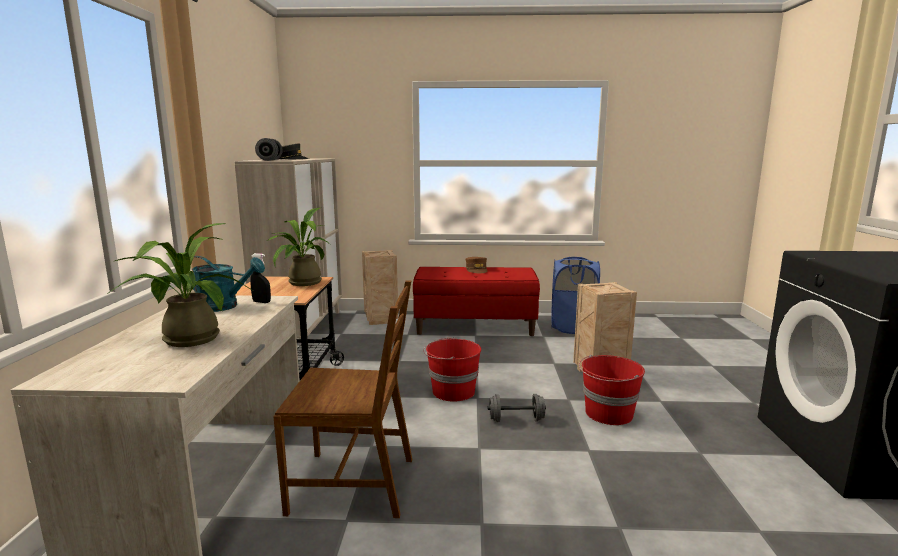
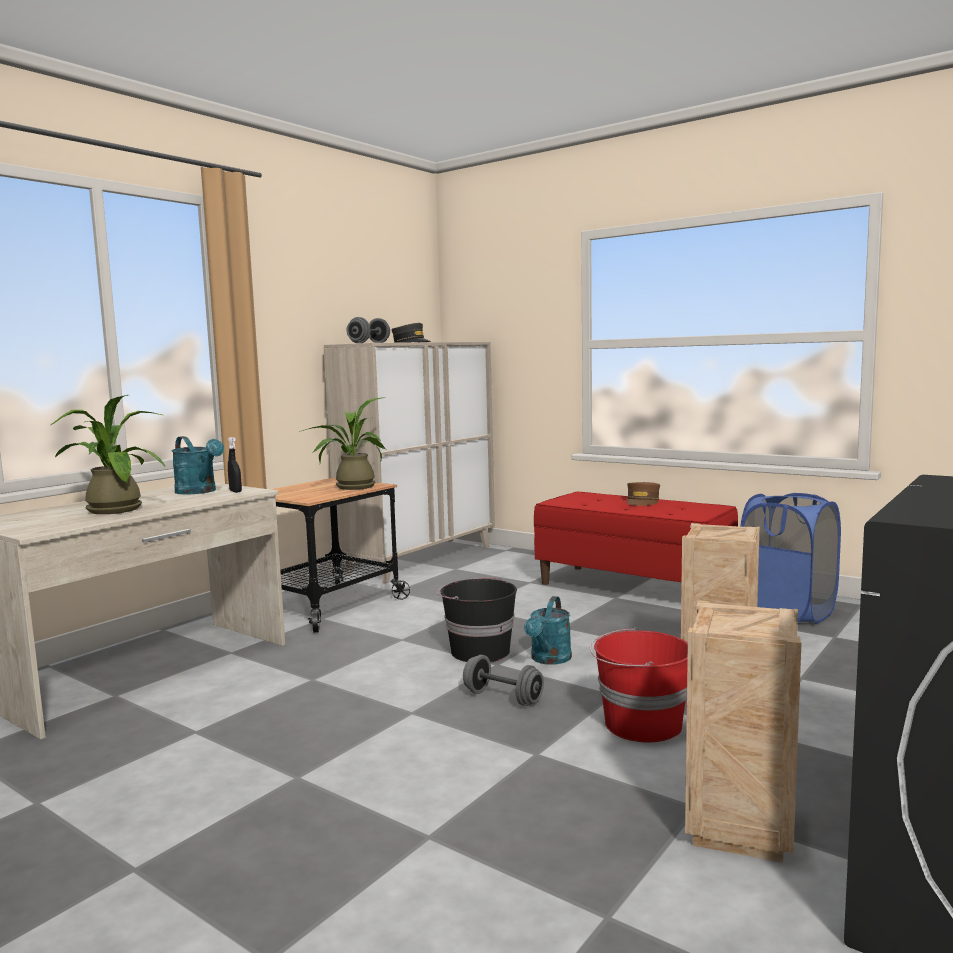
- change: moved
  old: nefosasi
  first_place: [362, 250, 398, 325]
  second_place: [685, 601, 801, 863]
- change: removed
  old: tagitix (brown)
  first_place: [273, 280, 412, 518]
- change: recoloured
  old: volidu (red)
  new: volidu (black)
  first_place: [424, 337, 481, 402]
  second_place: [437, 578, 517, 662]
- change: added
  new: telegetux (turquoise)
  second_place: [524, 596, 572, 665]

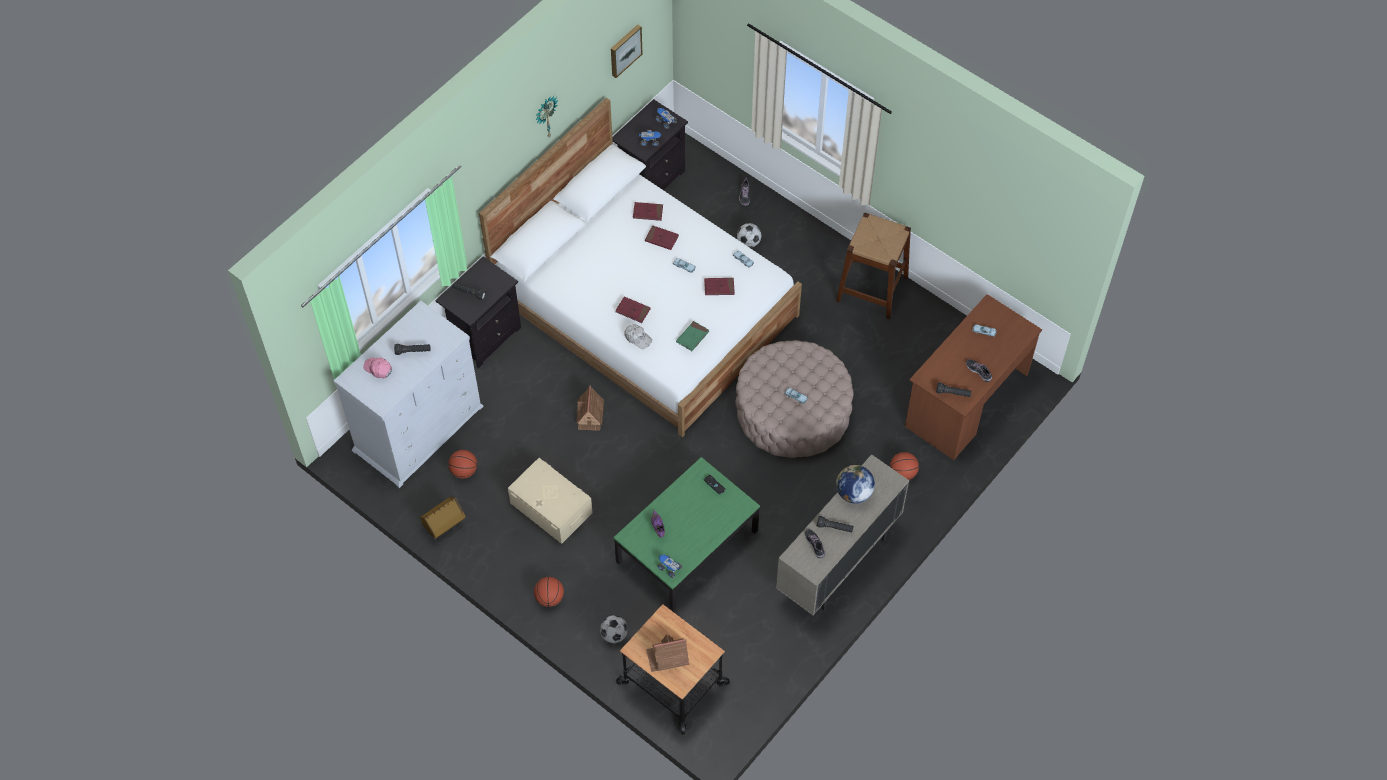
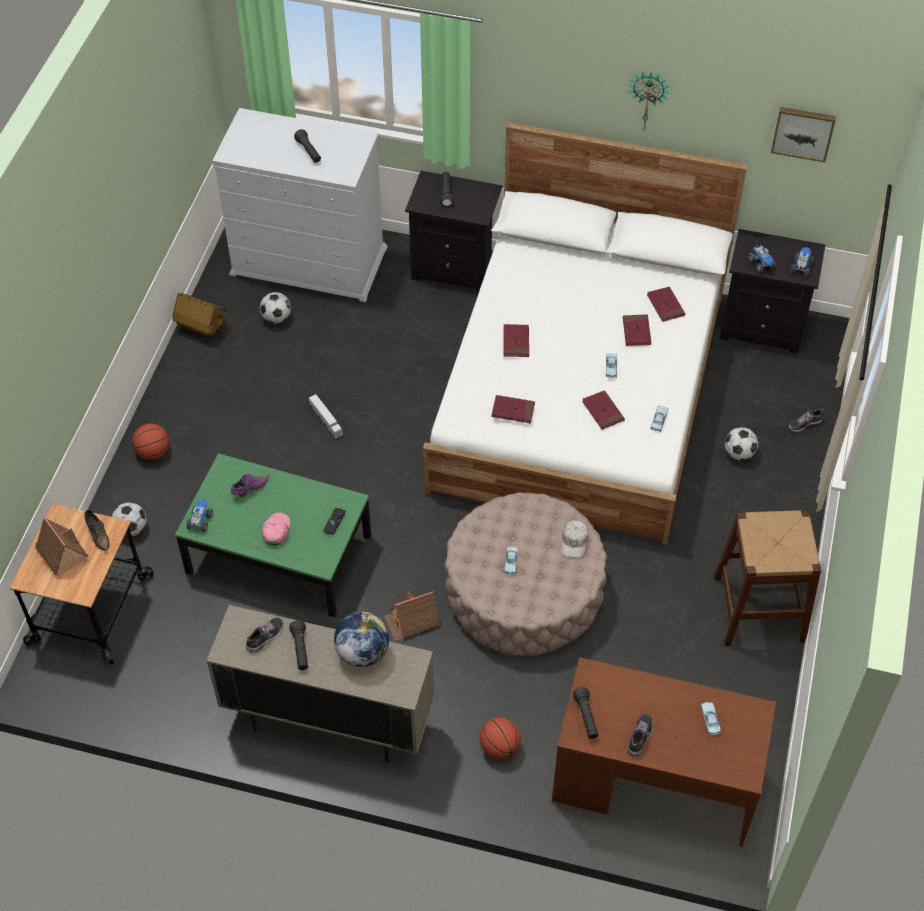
- change: recoloured
  old: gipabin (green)
  new: gipabin (red)
  first_place: [676, 321, 709, 351]
  second_place: [491, 395, 535, 423]
- change: moved
  old: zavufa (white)
  first_place: [624, 324, 652, 349]
  second_place: [561, 520, 589, 558]
- change: moved
  old: zavufa (pink)
  first_place: [363, 358, 392, 378]
  second_place: [262, 512, 290, 545]
- change: moved
  old: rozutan
  first_place: [576, 386, 604, 431]
  second_place: [384, 591, 440, 641]
- change: replaced
  old: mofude
  new: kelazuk
  first_place: [448, 450, 477, 478]
  second_place: [260, 292, 291, 324]
- change: removed
  old: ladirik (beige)
  first_place: [508, 458, 593, 544]
- change: added
  new: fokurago
  second_place: [309, 394, 343, 439]
- change: added
  new: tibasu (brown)
  second_place: [84, 509, 110, 551]

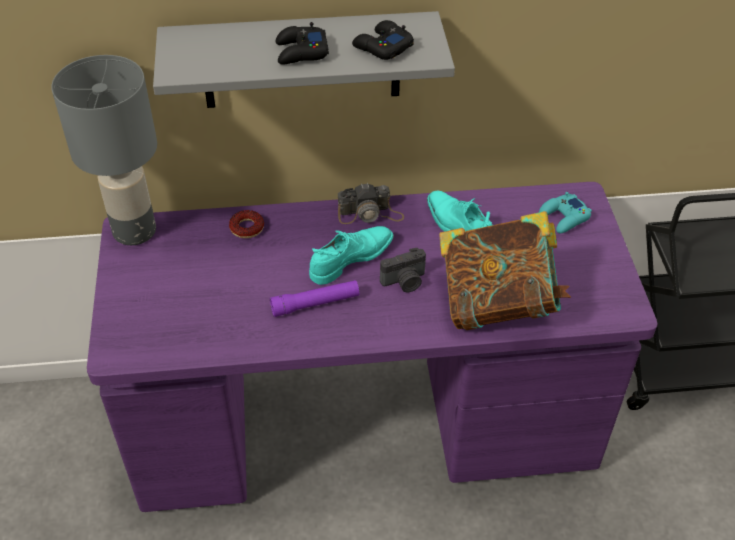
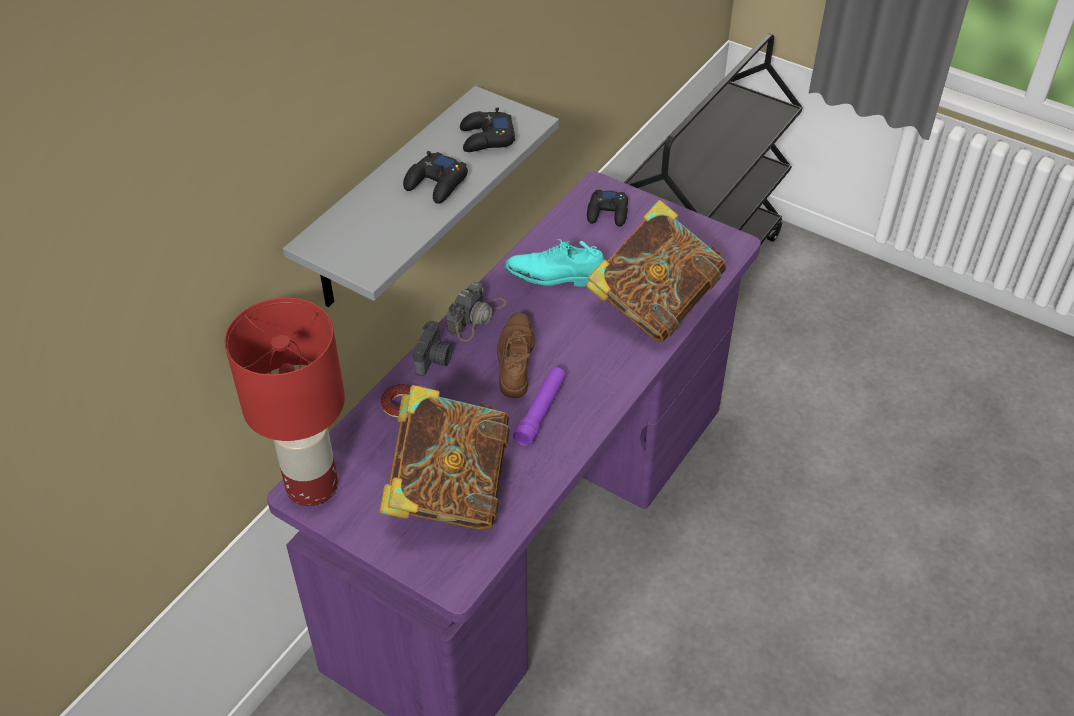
- change: recoloured
  old: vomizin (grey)
  new: vomizin (red)
  first_place: [51, 55, 157, 245]
  second_place: [225, 297, 345, 506]
- change: recoloured
  old: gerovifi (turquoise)
  new: gerovifi (black)
  first_place: [539, 192, 592, 233]
  second_place: [587, 189, 628, 227]
- change: recoloured
  old: tibasu (turquoise)
  new: tibasu (brown)
  first_place: [309, 226, 394, 285]
  second_place: [497, 312, 535, 398]
- change: moved
  old: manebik
  first_place: [380, 247, 426, 292]
  second_place: [413, 321, 452, 376]
- change: added
  new: gipabin
  second_place: [379, 385, 510, 530]

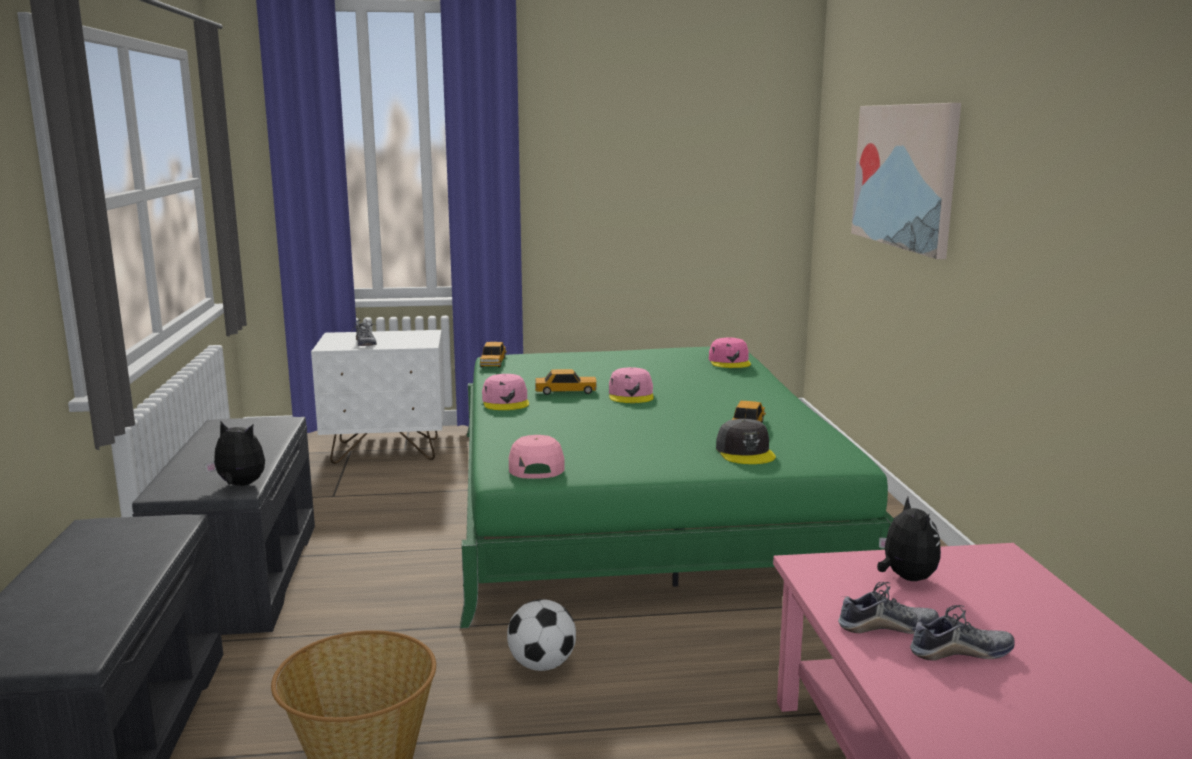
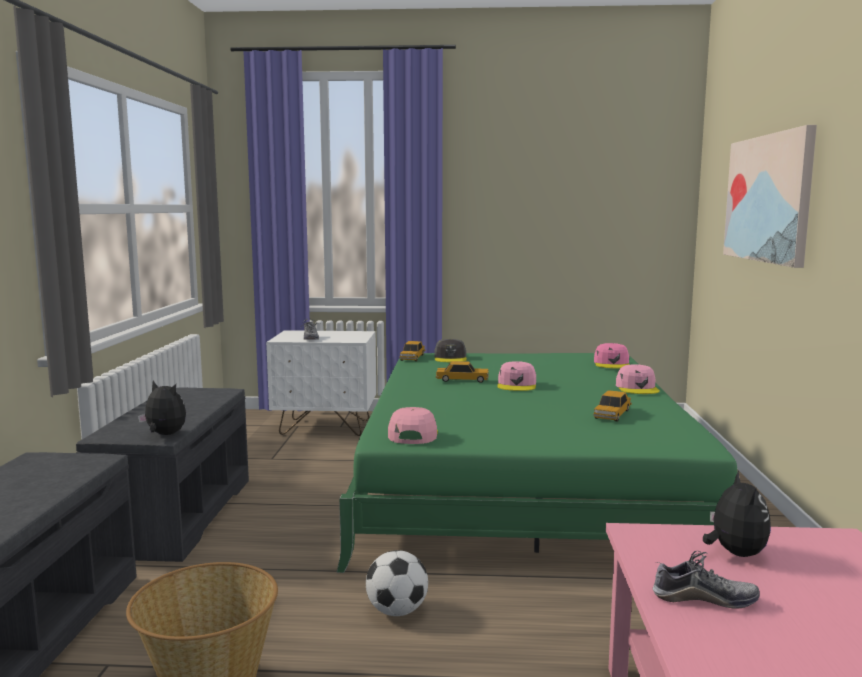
- change: moved
  old: zavufa (pink)
  first_place: [482, 374, 529, 410]
  second_place: [616, 364, 660, 394]
- change: moved
  old: zavufa (grey)
  first_place: [716, 419, 776, 464]
  second_place: [435, 339, 467, 362]
- change: removed
  old: tibasu
  first_place: [910, 605, 1015, 661]

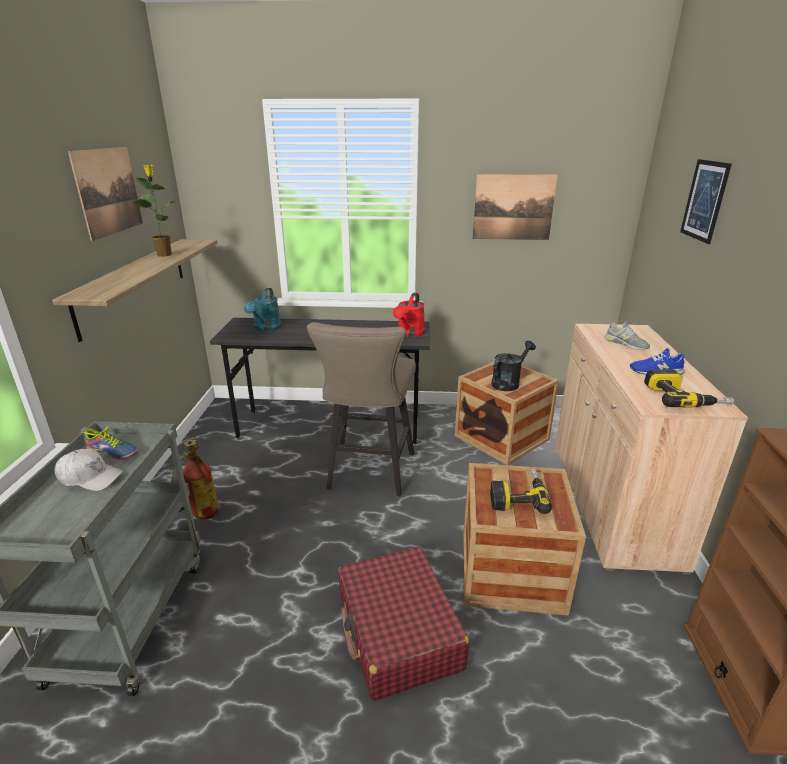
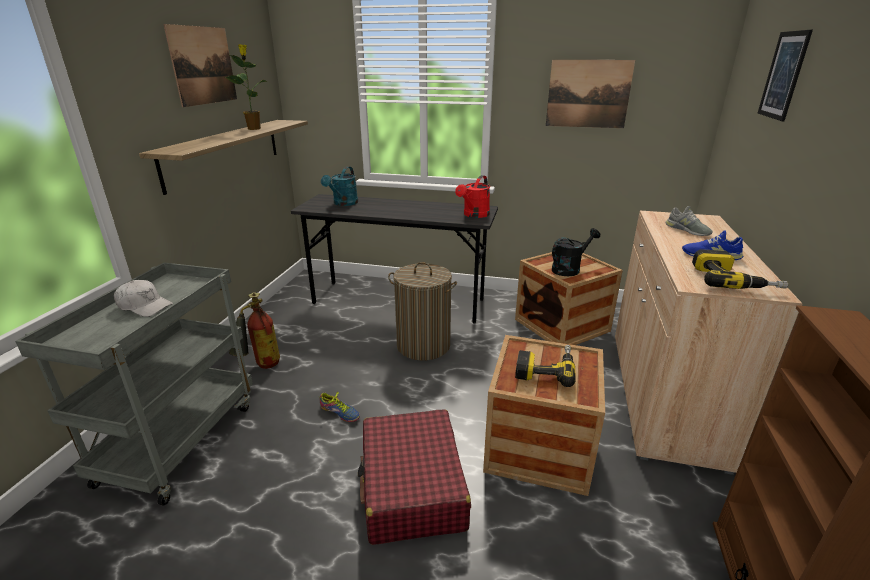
- change: replaced
  old: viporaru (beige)
  new: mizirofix
  first_place: [307, 322, 416, 496]
  second_place: [388, 262, 457, 361]
- change: moved
  old: tibasu
  first_place: [80, 425, 138, 459]
  second_place: [320, 392, 360, 422]

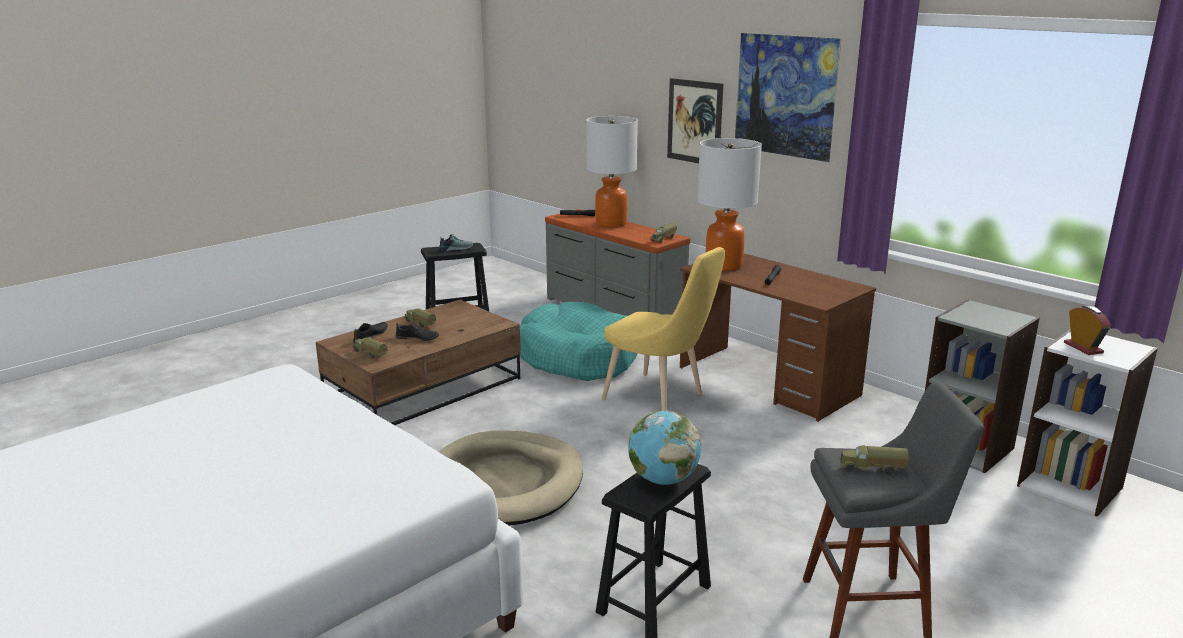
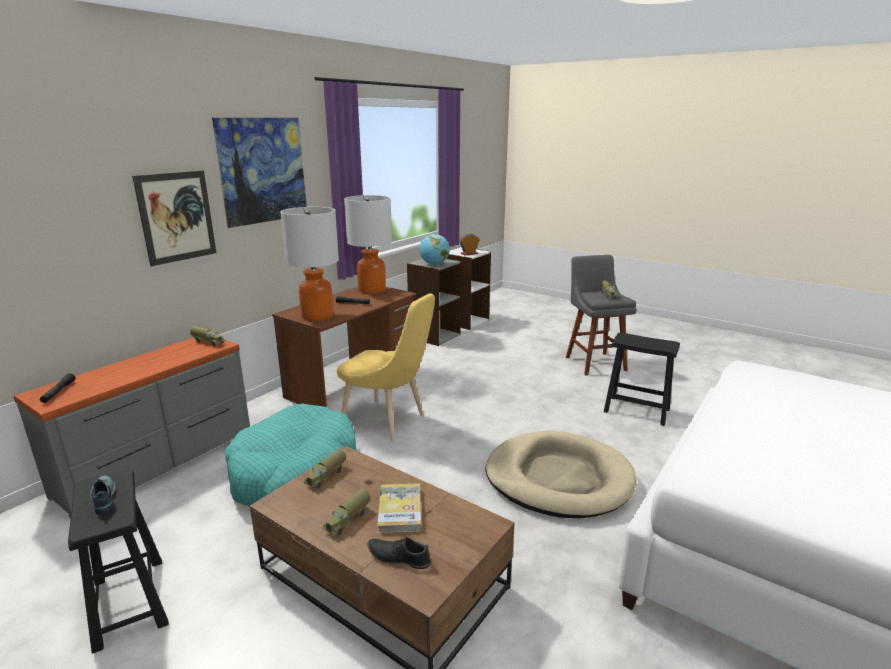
- change: moved
  old: vomizin
  first_place: [586, 116, 638, 228]
  second_place: [344, 195, 392, 294]
- change: turned
  old: tagitix (yellow)
  first_place: [602, 247, 725, 411]
  second_place: [337, 293, 435, 442]
  degrees: 90
- change: replaced
  old: tibasu (black)
  new: gipabin
  first_place: [396, 323, 439, 341]
  second_place: [377, 483, 421, 533]
- change: moved
  old: fokurago
  first_place: [352, 337, 388, 359]
  second_place: [304, 449, 346, 489]
- change: moved
  old: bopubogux
  first_place: [628, 411, 701, 485]
  second_place: [419, 234, 450, 265]

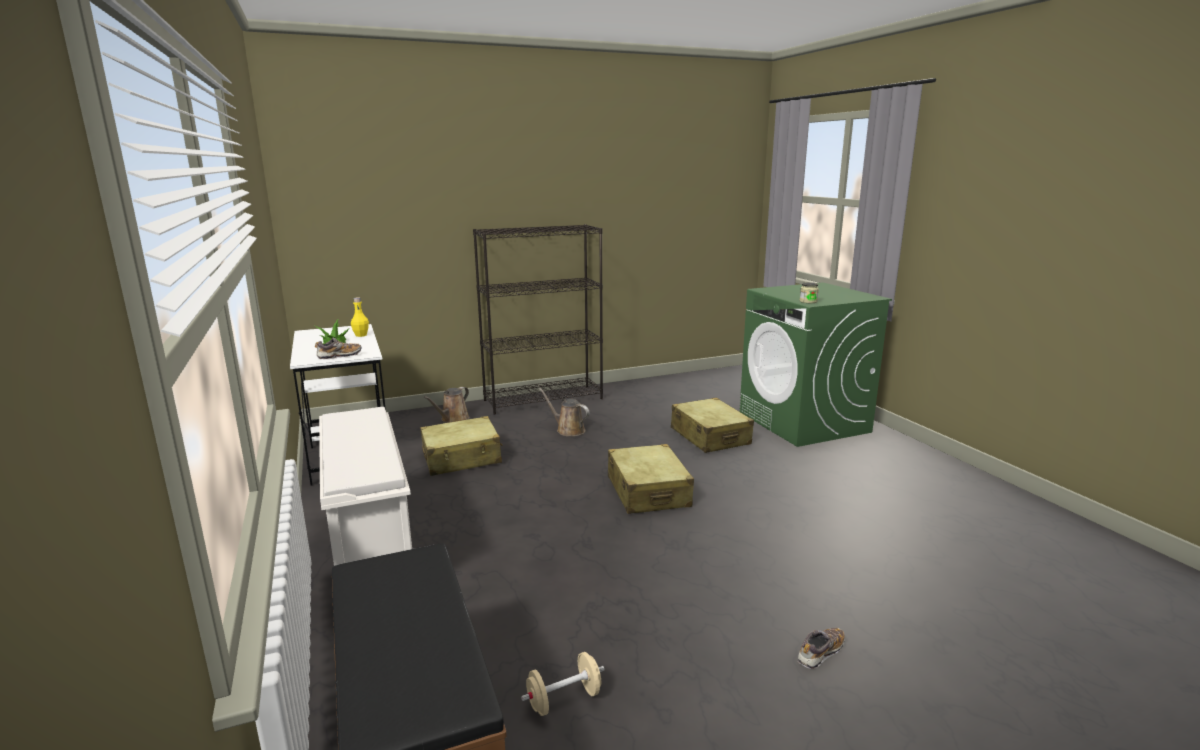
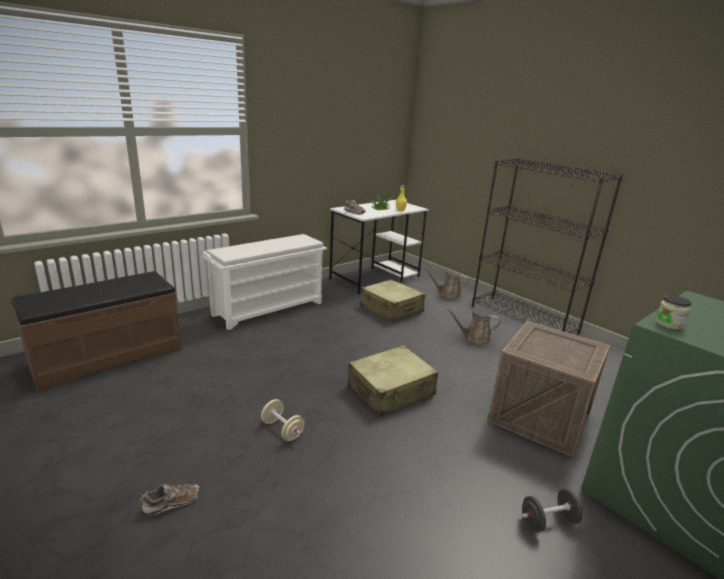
- change: turned
  old: telegetux (brown)
  first_place: [539, 388, 590, 436]
  second_place: [446, 307, 501, 345]
  degrees: -105
- change: replaced
  old: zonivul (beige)
  new: nefosasi
  first_place: [671, 397, 754, 453]
  second_place: [488, 321, 610, 457]
- change: turned
  old: tibasu
  first_place: [798, 628, 845, 669]
  second_place: [140, 484, 200, 515]
  degrees: -60
- change: moved
  old: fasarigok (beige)
  first_place: [521, 652, 605, 716]
  second_place: [261, 399, 305, 441]
- change: added
  new: fasarigok (black)
  second_place: [522, 489, 583, 532]

